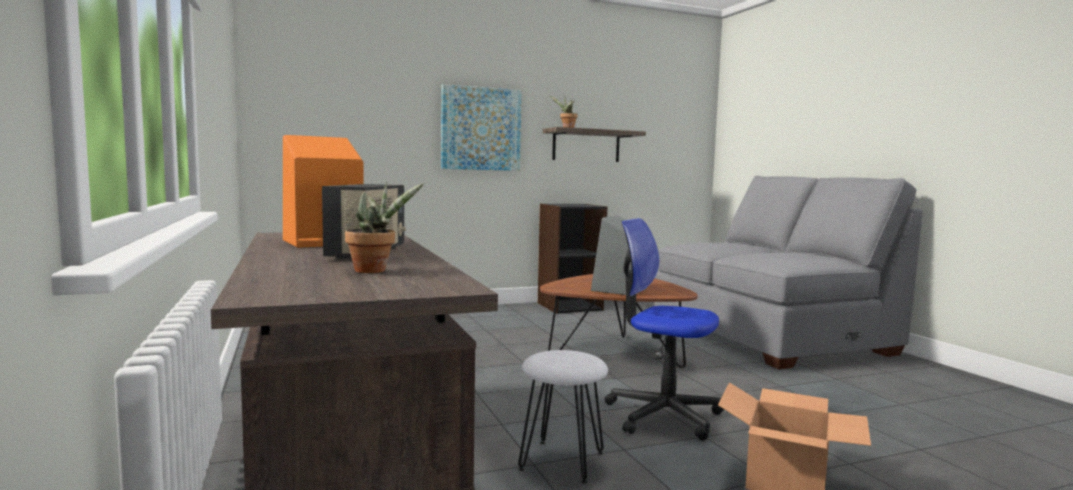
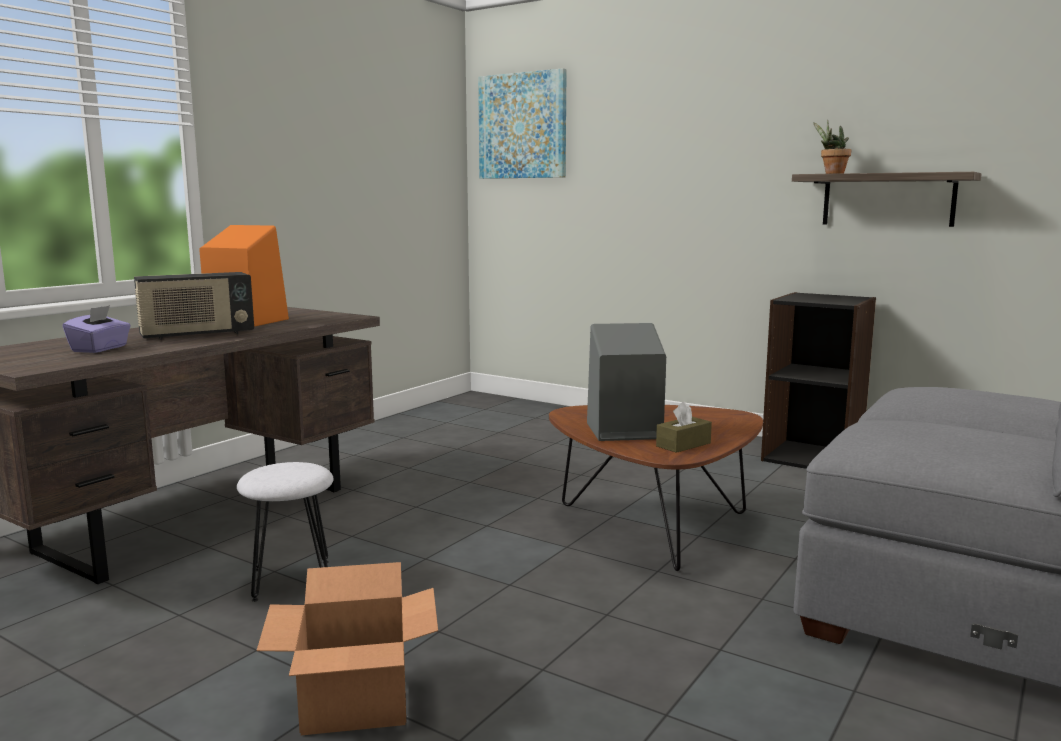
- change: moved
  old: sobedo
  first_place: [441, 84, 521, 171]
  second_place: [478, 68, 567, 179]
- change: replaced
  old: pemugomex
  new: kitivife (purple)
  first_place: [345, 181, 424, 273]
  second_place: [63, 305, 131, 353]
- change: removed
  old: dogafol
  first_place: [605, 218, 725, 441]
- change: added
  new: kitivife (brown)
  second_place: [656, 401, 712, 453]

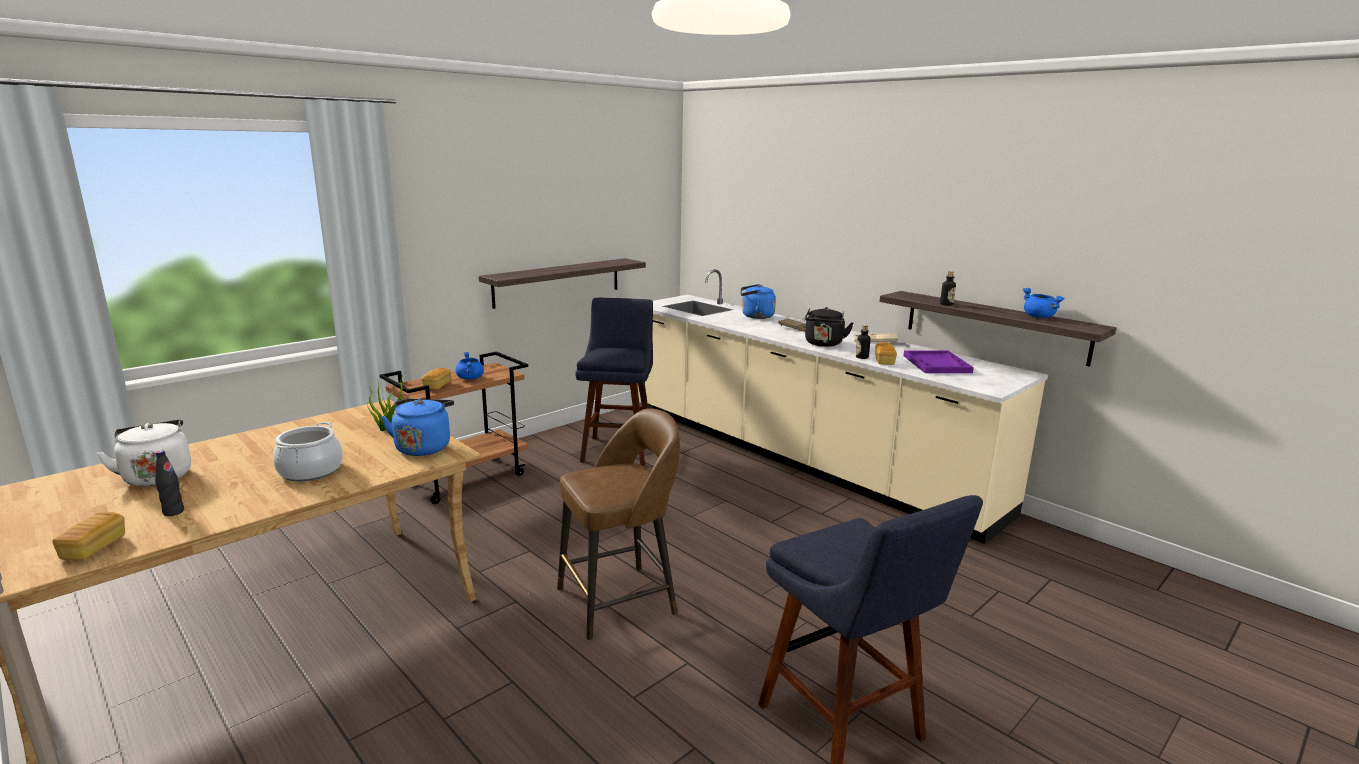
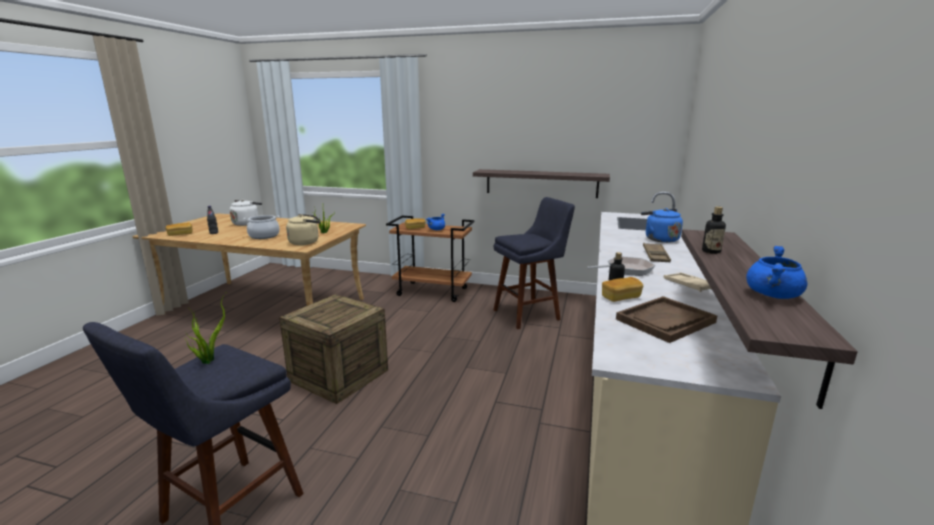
- change: replaced
  old: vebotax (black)
  new: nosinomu
  first_place: [805, 307, 853, 347]
  second_place: [587, 257, 655, 276]
- change: recoloured
  old: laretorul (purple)
  new: laretorul (brown)
  first_place: [903, 350, 974, 373]
  second_place: [616, 296, 717, 343]
- change: recoloured
  old: vebotax (blue)
  new: vebotax (beige)
  first_place: [381, 399, 454, 456]
  second_place: [286, 214, 321, 245]
- change: replaced
  old: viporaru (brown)
  new: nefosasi
  first_place: [557, 408, 680, 640]
  second_place: [279, 294, 388, 404]
- change: added
  new: pemugomex
  second_place: [186, 294, 225, 364]

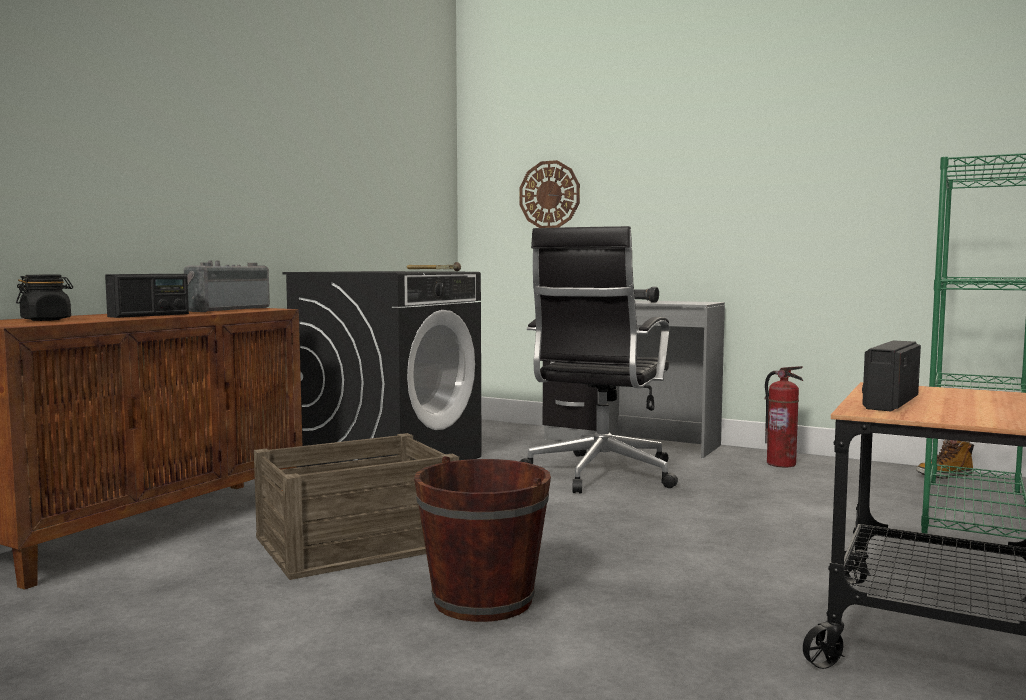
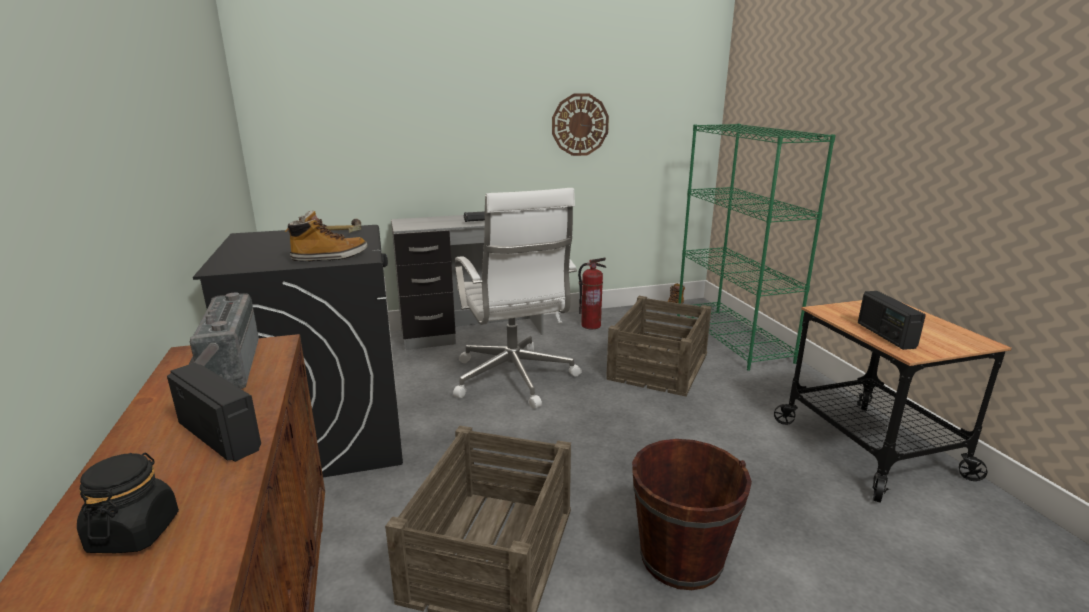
- change: moved
  old: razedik
  first_place: [519, 160, 580, 228]
  second_place: [552, 93, 609, 156]
- change: recoloured
  old: dogafol (black)
  new: dogafol (white)
  first_place: [520, 226, 678, 493]
  second_place: [453, 188, 582, 408]
- change: turned
  old: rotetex
  first_place: [105, 274, 189, 318]
  second_place: [167, 363, 261, 462]
  degrees: -45
- change: added
  new: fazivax
  second_place: [284, 211, 367, 262]
- change: added
  new: nefosasi
  second_place: [606, 296, 712, 396]

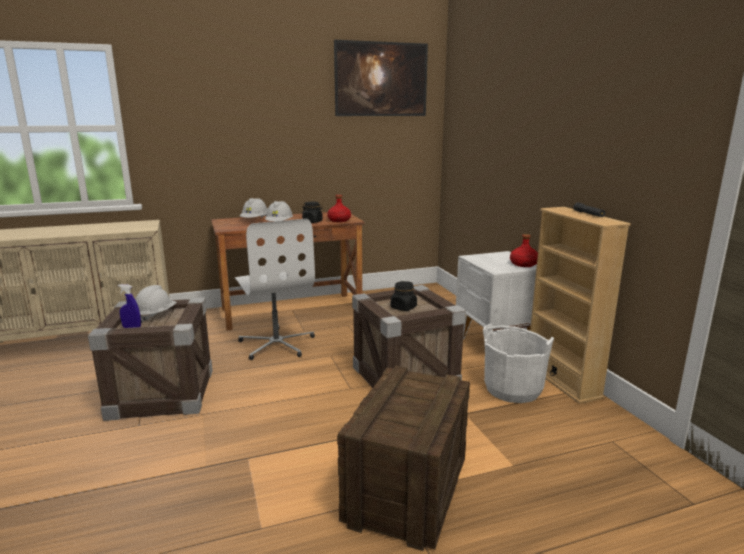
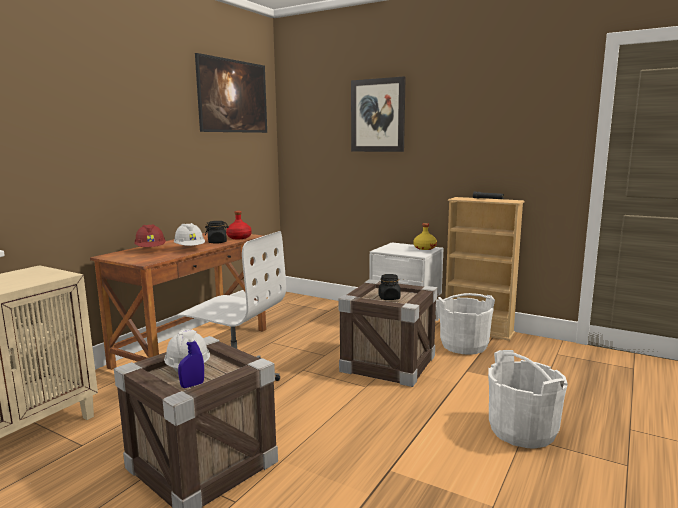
- change: recoloured
  old: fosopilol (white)
  new: fosopilol (red)
  first_place: [240, 198, 268, 218]
  second_place: [134, 224, 166, 247]
- change: recoloured
  old: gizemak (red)
  new: gizemak (yellow)
  first_place: [510, 234, 538, 267]
  second_place: [413, 223, 437, 250]
- change: replaced
  old: nefosasi
  new: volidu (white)
  first_place: [337, 366, 470, 551]
  second_place: [488, 350, 568, 449]
- change: added
  new: sobedo
  second_place: [351, 76, 406, 152]

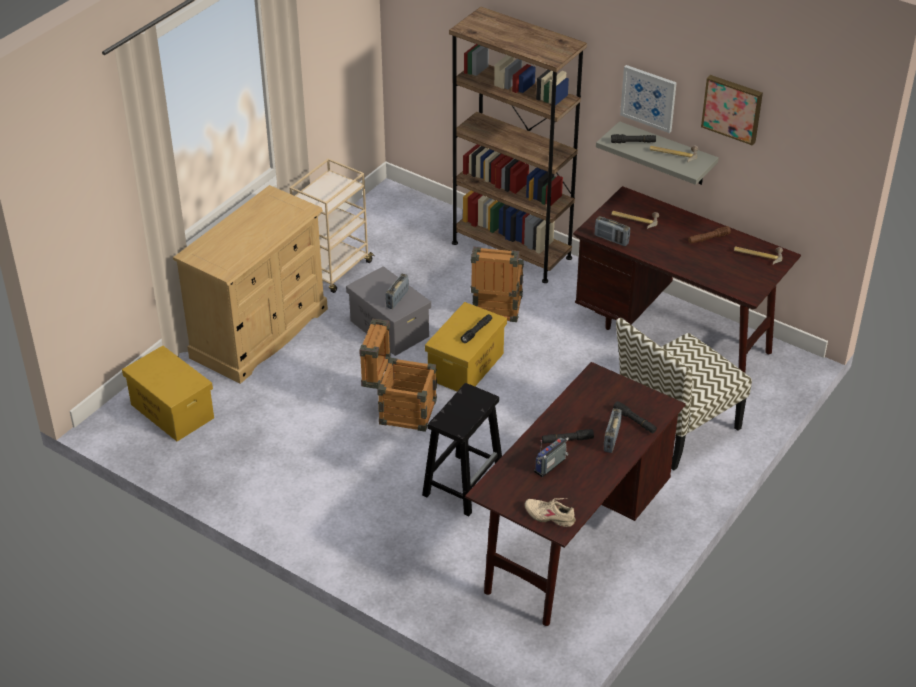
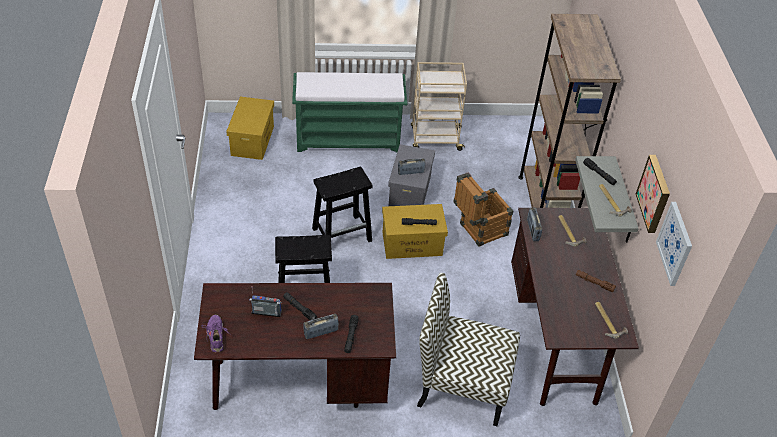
- change: moved
  old: sobedo
  first_place: [620, 65, 677, 133]
  second_place: [656, 202, 692, 286]
- change: replaced
  old: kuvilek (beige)
  new: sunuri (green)
  first_place: [173, 185, 328, 384]
  second_place: [292, 72, 407, 152]
- change: replaced
  old: nefosasi
  new: viporaru (black)
  first_place: [359, 318, 437, 432]
  second_place: [312, 167, 372, 242]
- change: recoloured
  old: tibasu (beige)
  new: tibasu (purple)
  first_place: [524, 498, 576, 527]
  second_place: [201, 315, 231, 353]

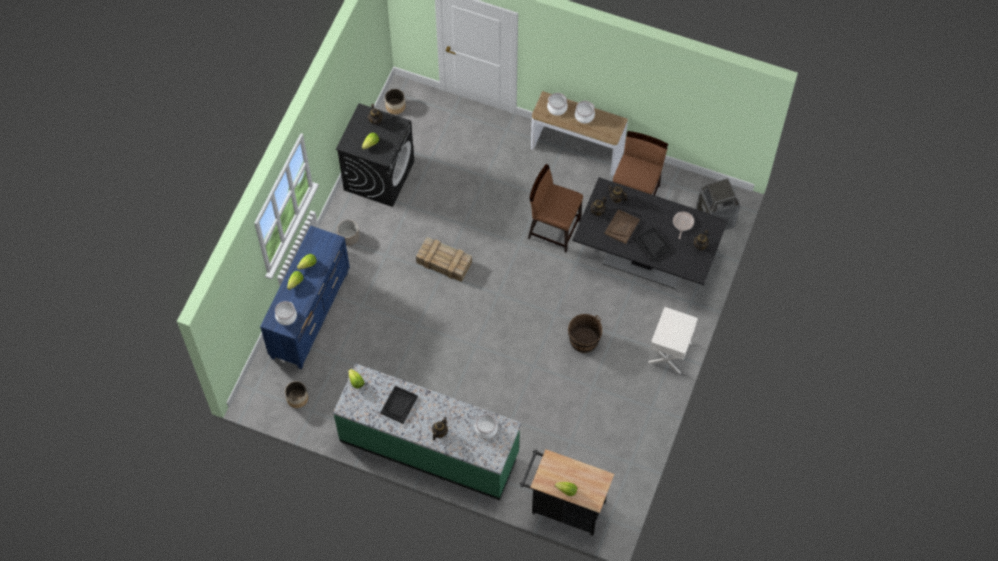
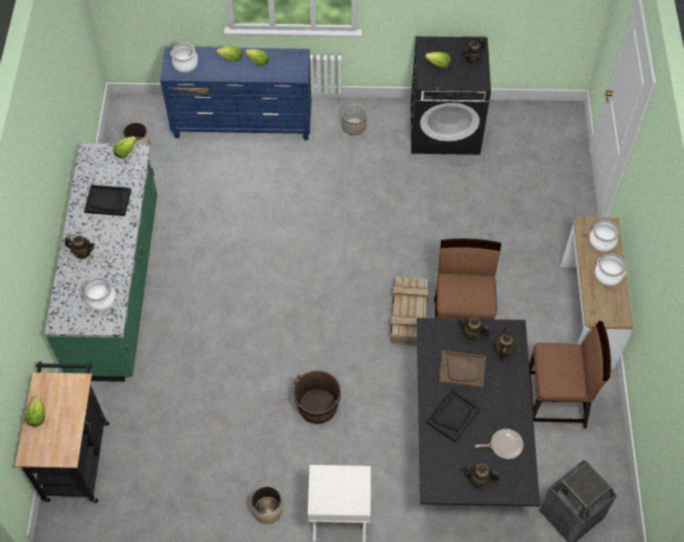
- change: moved
  old: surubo
  first_place: [385, 89, 406, 115]
  second_place: [251, 486, 283, 524]
- change: moved
  old: nefosasi
  first_place: [416, 237, 472, 282]
  second_place: [390, 277, 429, 346]

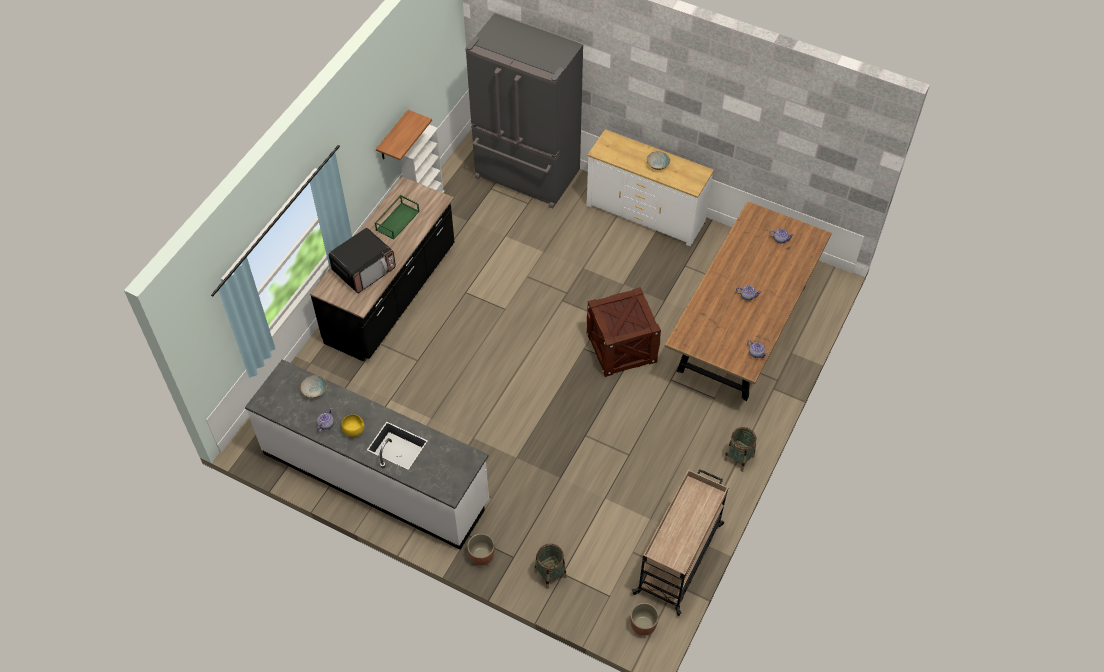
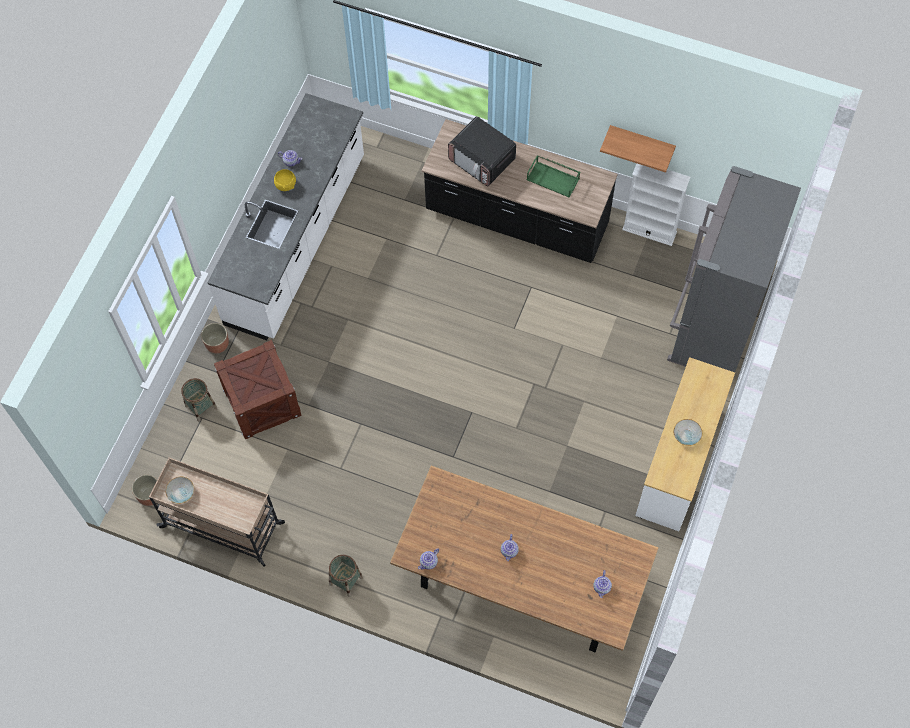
- change: moved
  old: nefosasi
  first_place: [587, 287, 661, 377]
  second_place: [214, 340, 302, 439]
- change: moved
  old: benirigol
  first_place: [300, 375, 327, 398]
  second_place: [165, 477, 194, 504]

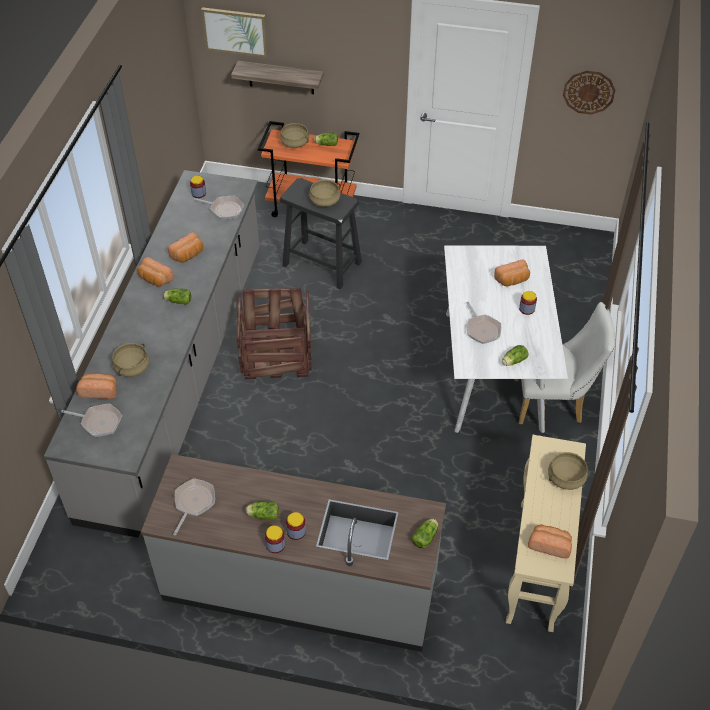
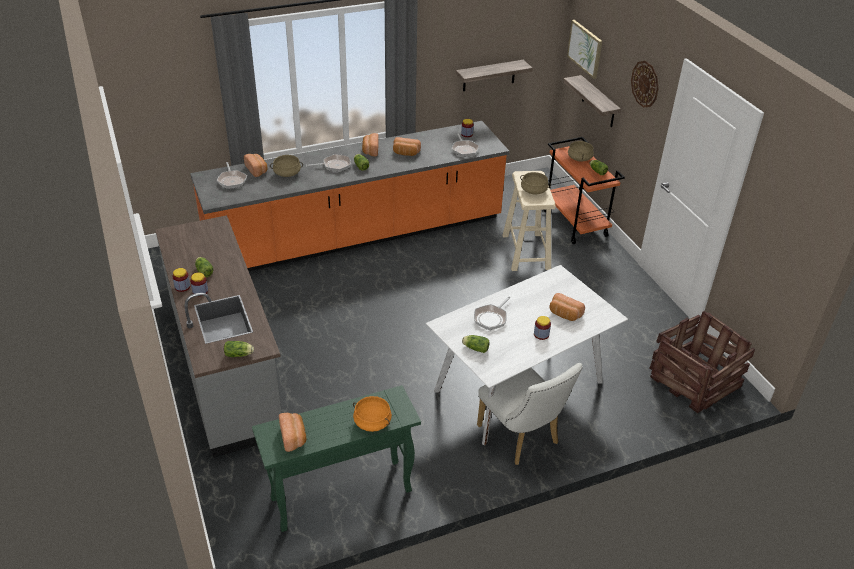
- change: moved
  old: razedik
  first_place: [563, 71, 615, 115]
  second_place: [631, 61, 659, 108]
- change: recoloured
  old: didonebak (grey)
  new: didonebak (orange)
  first_place: [44, 170, 259, 538]
  second_place: [190, 121, 509, 271]
- change: recoloured
  old: viporaru (black)
  new: viporaru (beige)
  first_place: [280, 178, 362, 289]
  second_place: [503, 171, 556, 271]
- change: moved
  old: nefosasi
  first_place: [236, 288, 312, 379]
  second_place: [650, 311, 755, 413]
- change: recoloured
  old: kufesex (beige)
  new: kufesex (green)
  first_place: [506, 435, 586, 632]
  second_place: [252, 385, 421, 532]
- change: recoloured
  old: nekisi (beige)
  new: nekisi (orange)
  first_place: [548, 452, 590, 490]
  second_place: [353, 396, 392, 432]
- change: moved
  old: nosinomu
  first_place: [173, 478, 215, 535]
  second_place: [306, 154, 351, 172]
- change: added
  new: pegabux
  second_place: [456, 60, 533, 91]

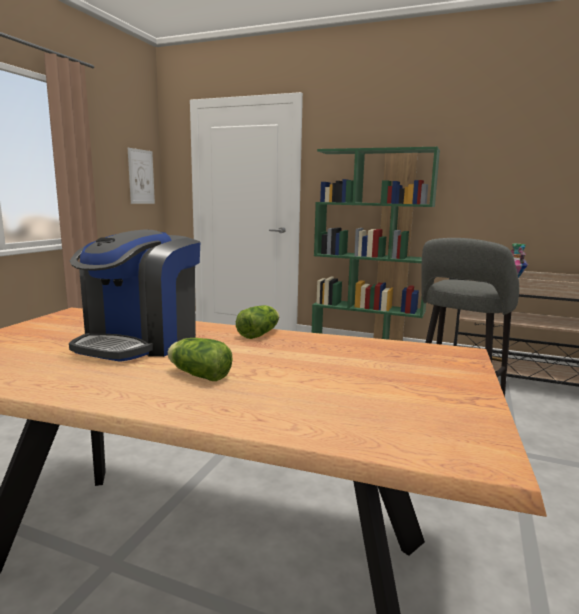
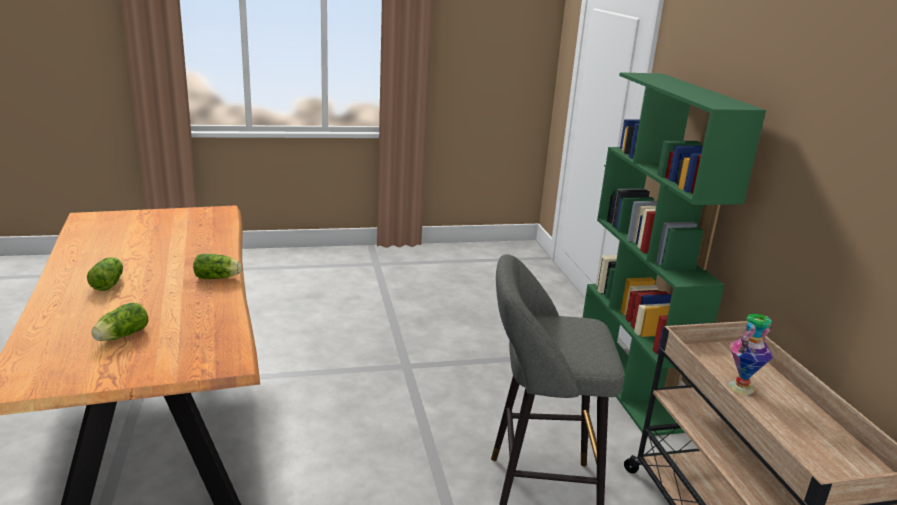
- change: removed
  old: sobedo
  first_place: [128, 148, 155, 204]
- change: removed
  old: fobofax
  first_place: [69, 230, 200, 362]
- change: added
  new: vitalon
  second_place: [91, 303, 148, 341]

